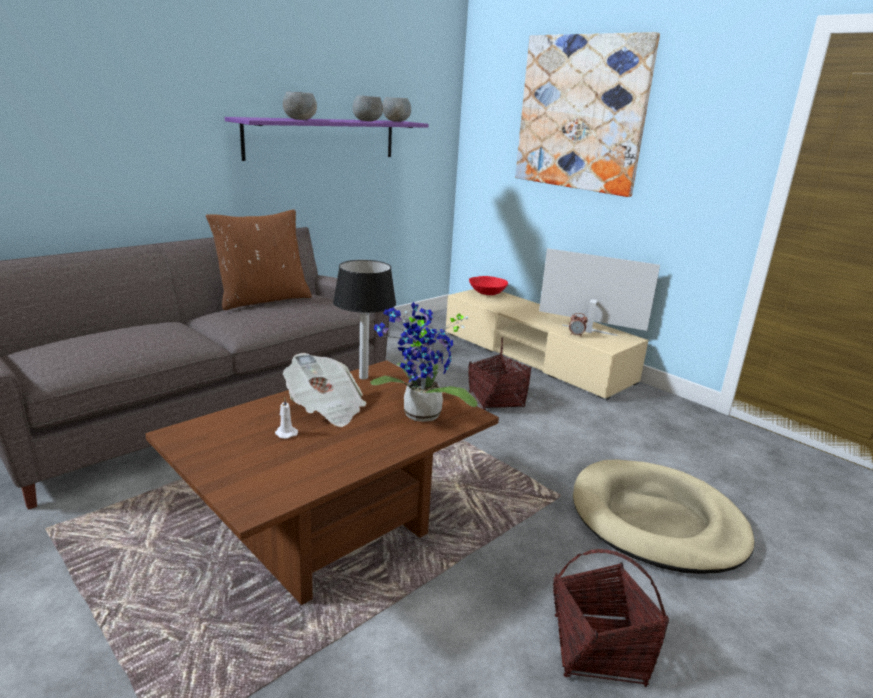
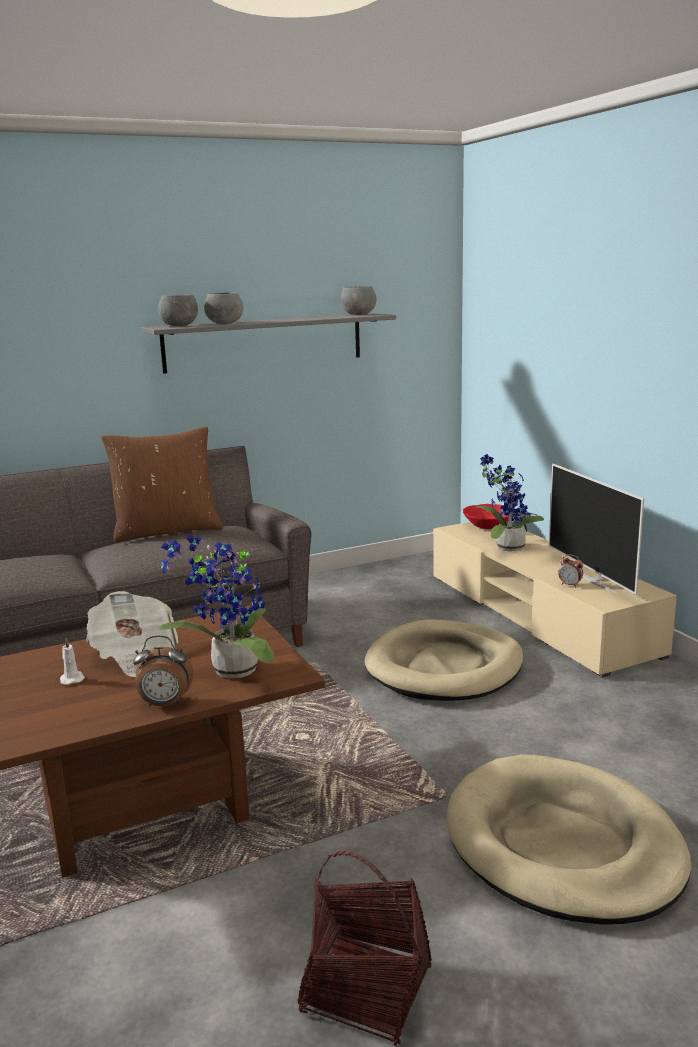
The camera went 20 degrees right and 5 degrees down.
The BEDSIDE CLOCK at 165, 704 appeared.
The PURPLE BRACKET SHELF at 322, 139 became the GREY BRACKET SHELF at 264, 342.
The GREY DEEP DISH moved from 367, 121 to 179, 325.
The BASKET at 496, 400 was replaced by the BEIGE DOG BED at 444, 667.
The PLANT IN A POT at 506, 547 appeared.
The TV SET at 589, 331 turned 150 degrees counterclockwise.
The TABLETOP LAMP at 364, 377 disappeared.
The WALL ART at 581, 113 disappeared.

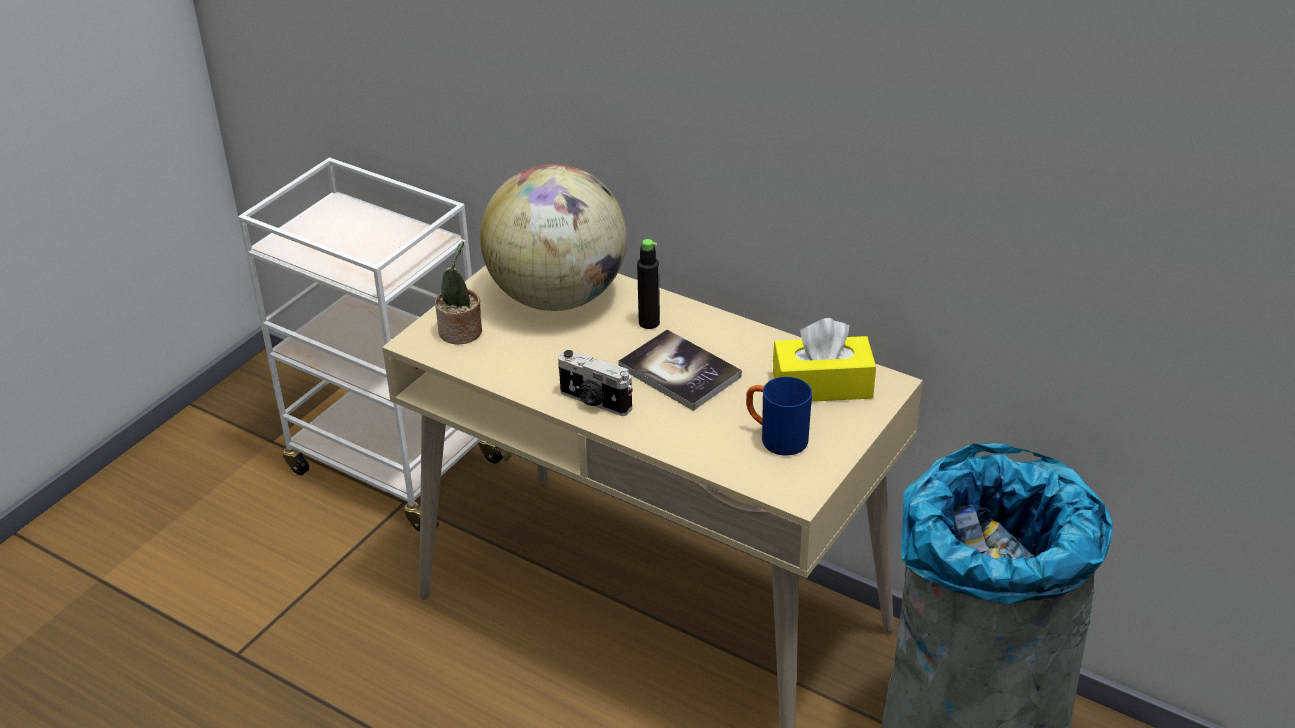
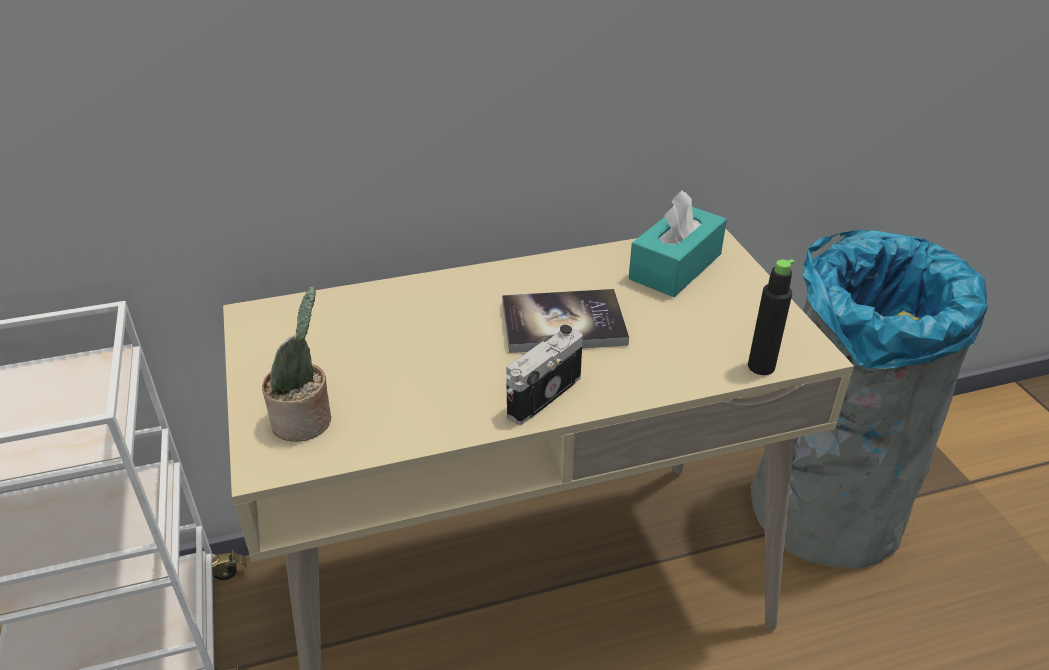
The camera went 50 degrees left and 0 degrees up.
The PHOTO CAMERA at 594, 402 turned 150 degrees clockwise.
The YELLOWISH TISSUE BOX at 822, 385 became the TURQUOISE-COLOURED TISSUE BOX at 675, 266.
The BLACKISH DRINK BOTTLE moved from 649, 323 to 761, 366.
The DESK GLOBE at 558, 297 disappeared.
The BLUE MUG at 775, 438 disappeared.

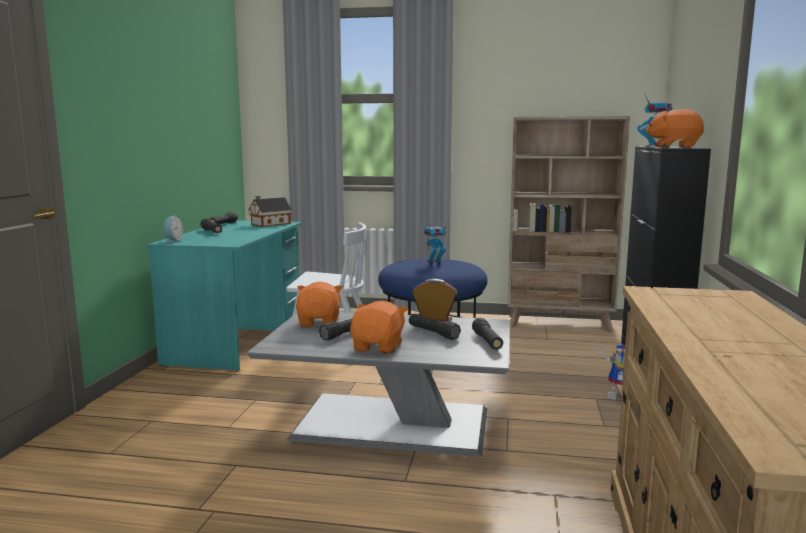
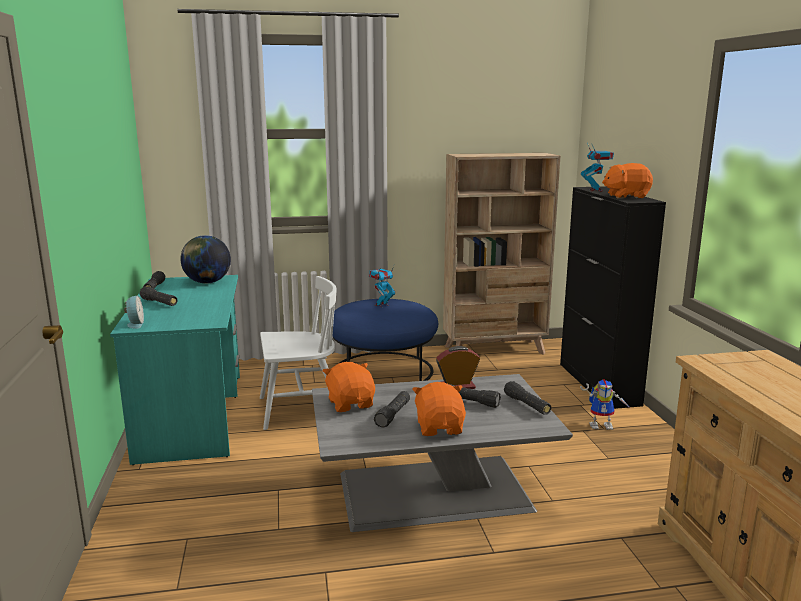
The camera went 20 degrees left and 5 degrees up.
The TOY HOUSE at 269, 224 was replaced by the DESK GLOBE at 207, 282.

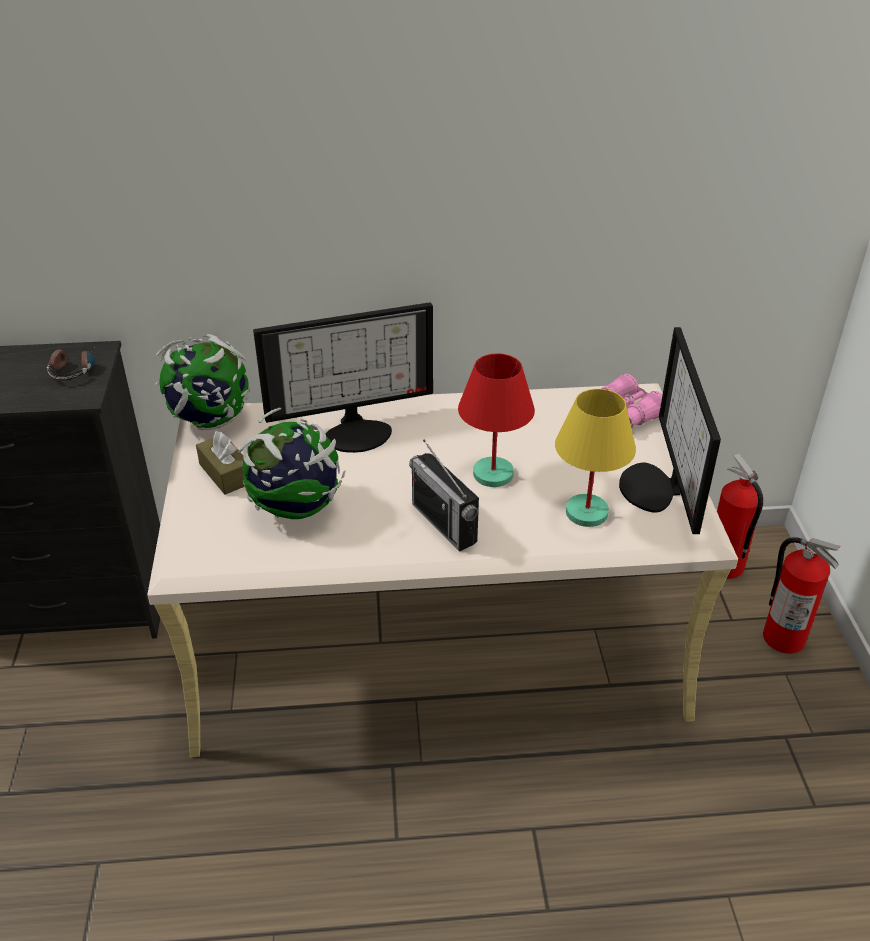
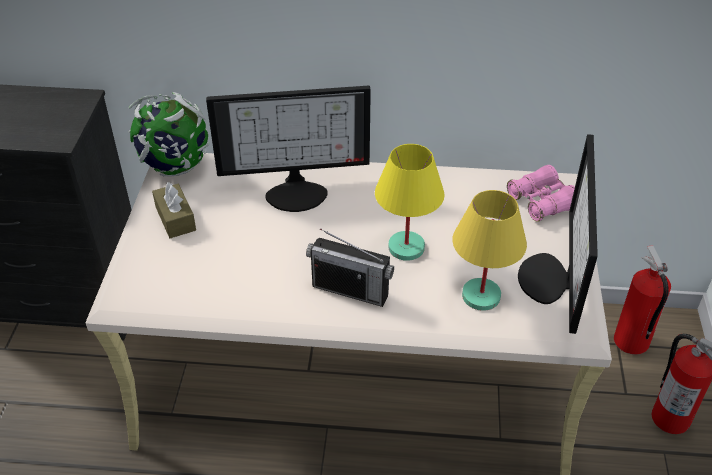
The camera went 10 degrees right and 5 degrees up.
The RADIO SET at 444, 523 turned 45 degrees counterclockwise.
The REDDISH TABLETOP LAMP at 493, 473 became the YELLOWISH TABLETOP LAMP at 406, 247.
The HEADPHONES at 74, 368 disappeared.
The DESK GLOBE at 296, 508 disappeared.

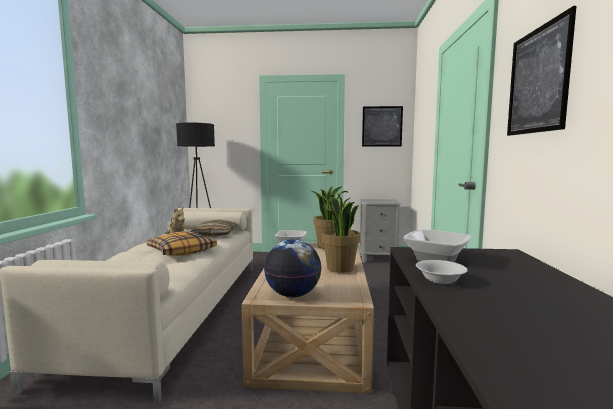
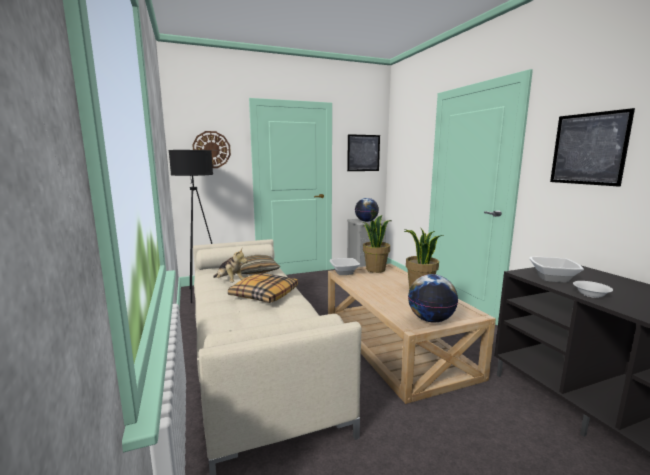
The camera went 25 degrees left and 5 degrees up.
The WALL CLOCK at 211, 149 appeared.
The DESK GLOBE at 366, 221 appeared.

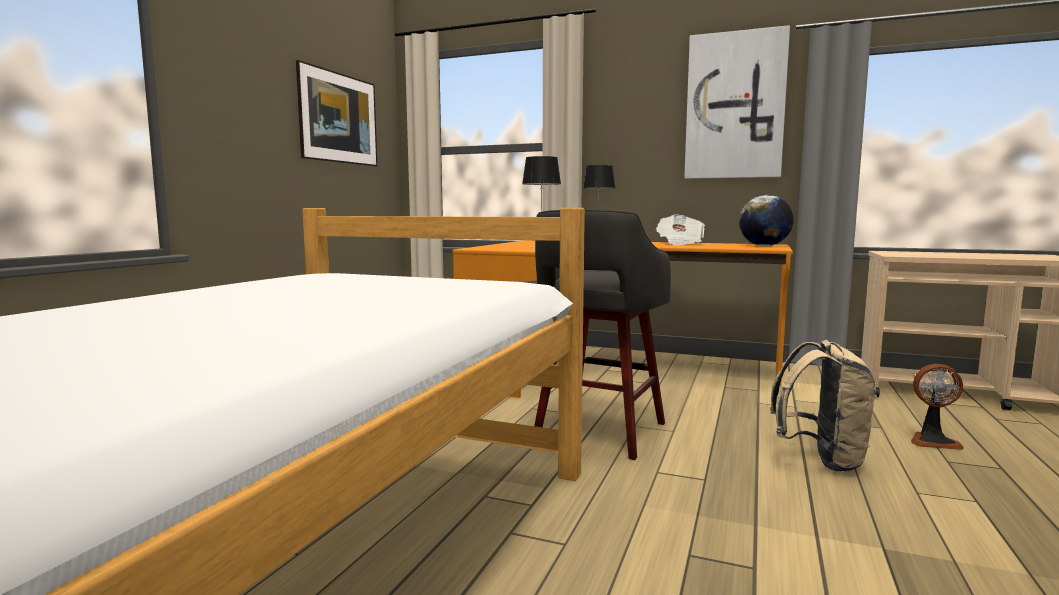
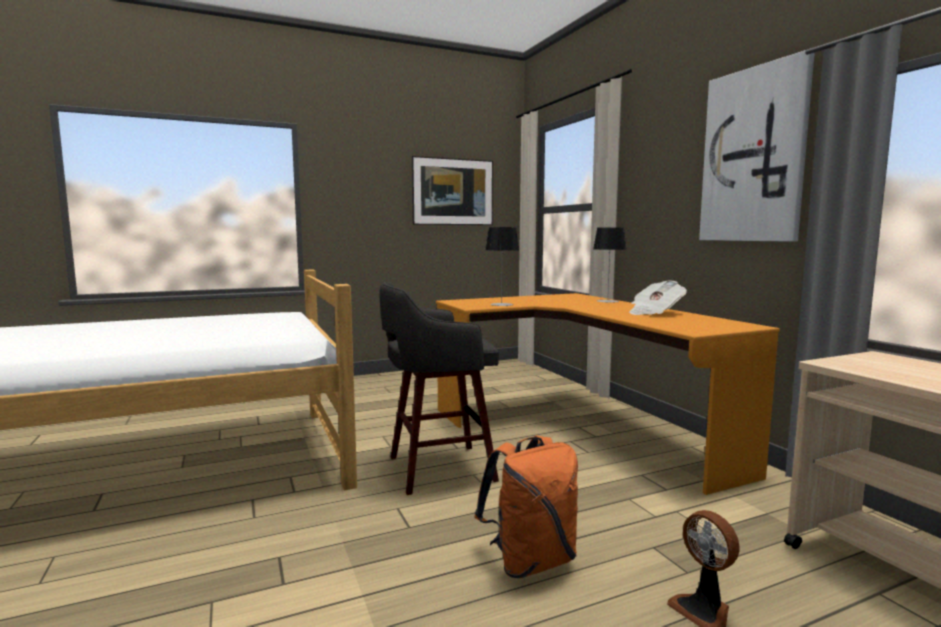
The camera went 45 degrees right and 0 degrees up.
The BEIGE KNAPSACK at 821, 459 became the ORANGE KNAPSACK at 530, 561.
The DESK GLOBE at 764, 246 disappeared.

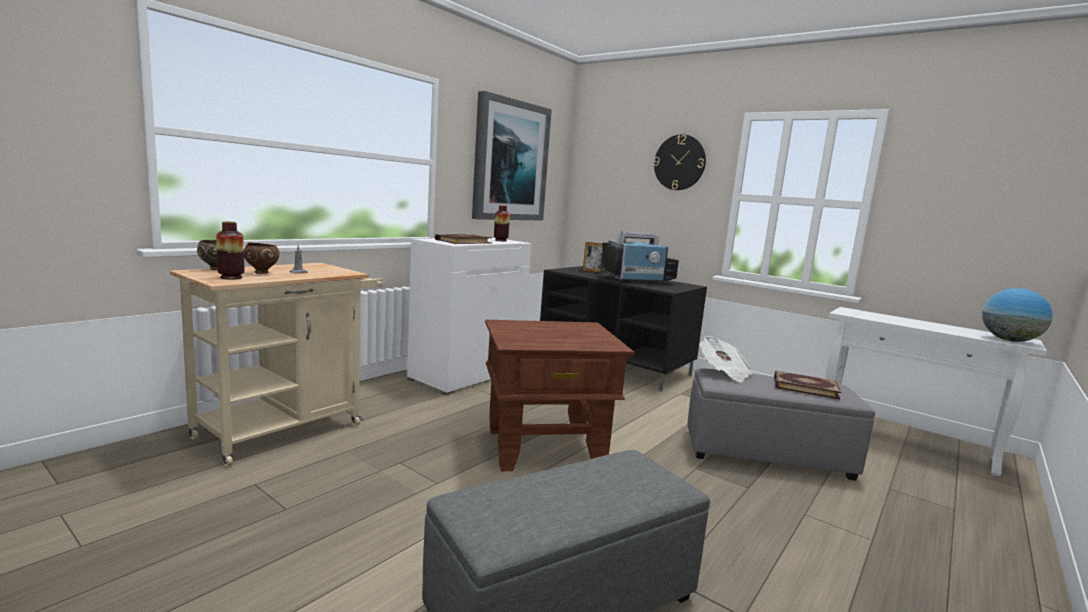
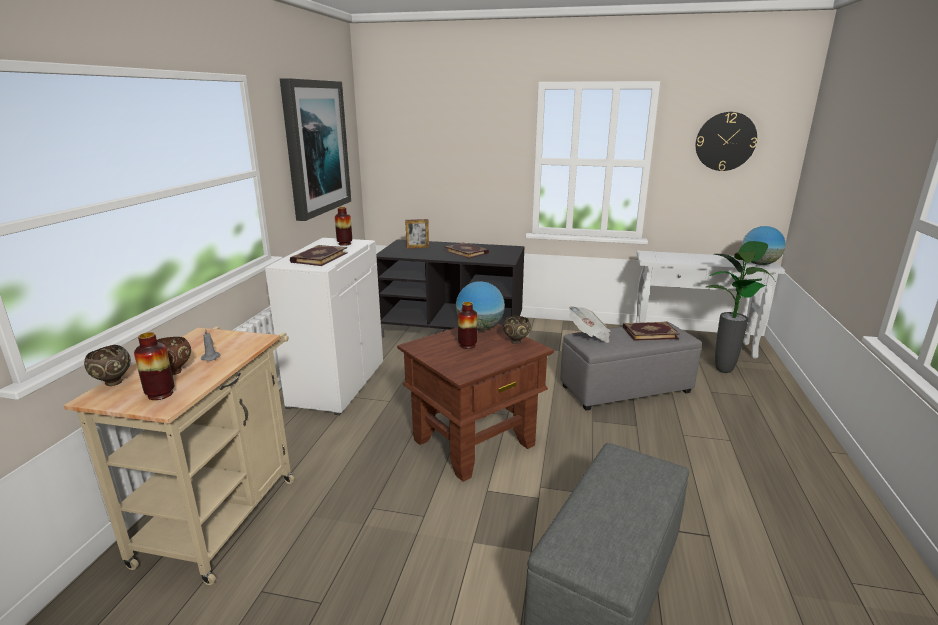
The camera went 25 degrees left and 10 degrees up.
The TV SET at 637, 280 was replaced by the VOLUME at 466, 252.
The DESK GLOBE at 479, 328 appeared.
The VASE at 467, 345 appeared.
The BROWN DEEP DISH at 516, 341 appeared.
The WALL CLOCK moved from 679, 162 to 725, 141.
The PLANT IN A POT at 725, 371 appeared.

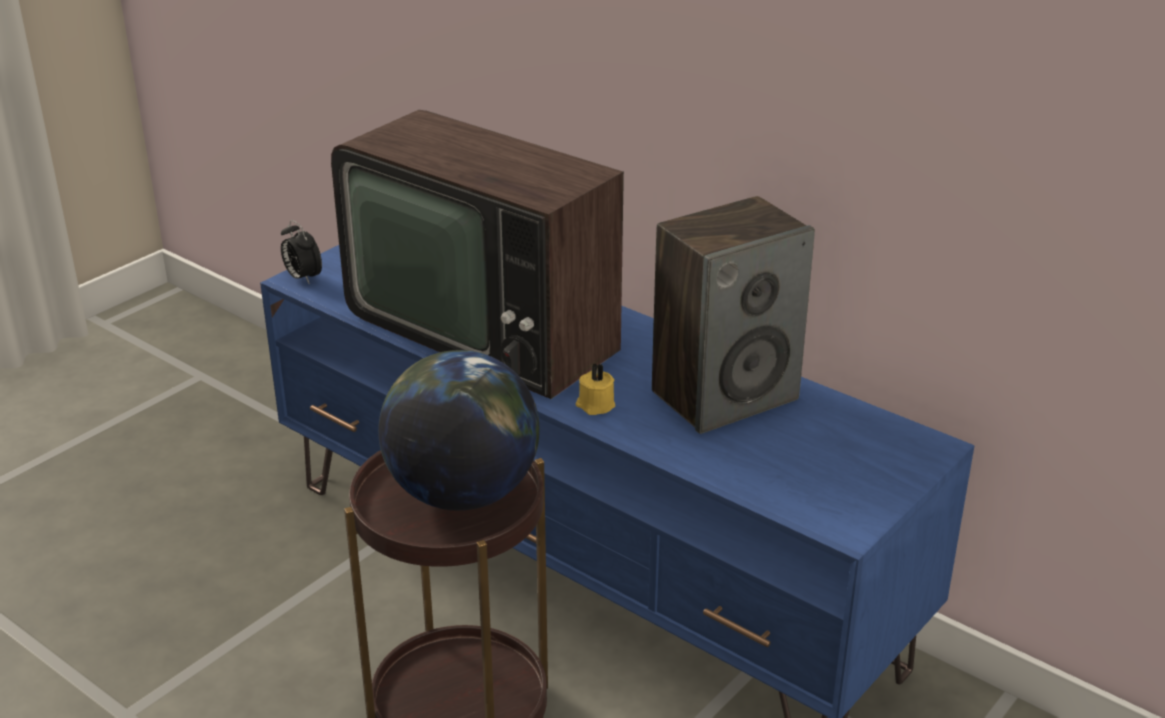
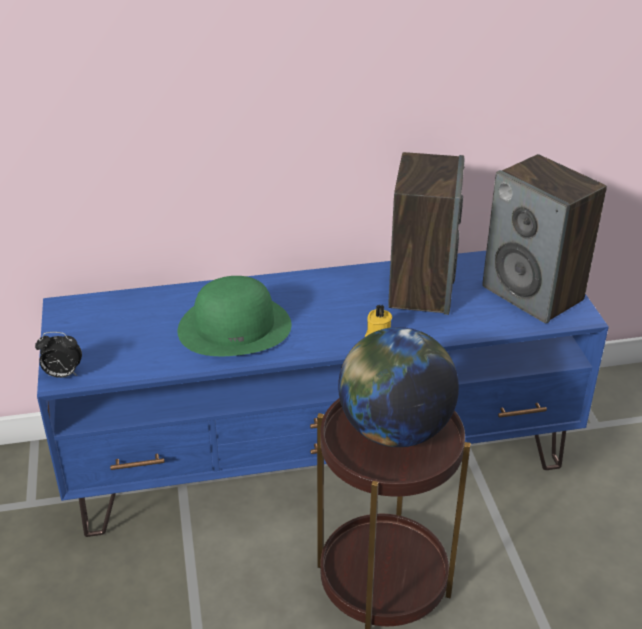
The camera went 50 degrees left and 5 degrees up.
The TV SET at 489, 322 was replaced by the GREEN HAT at 235, 326.
The AUDIO SPEAKER at 533, 293 appeared.

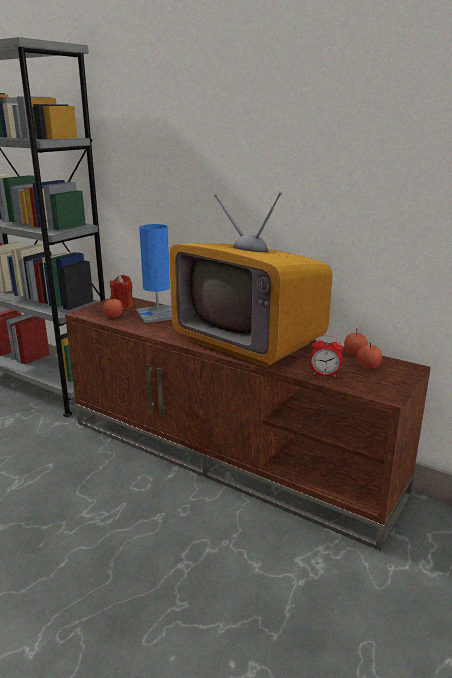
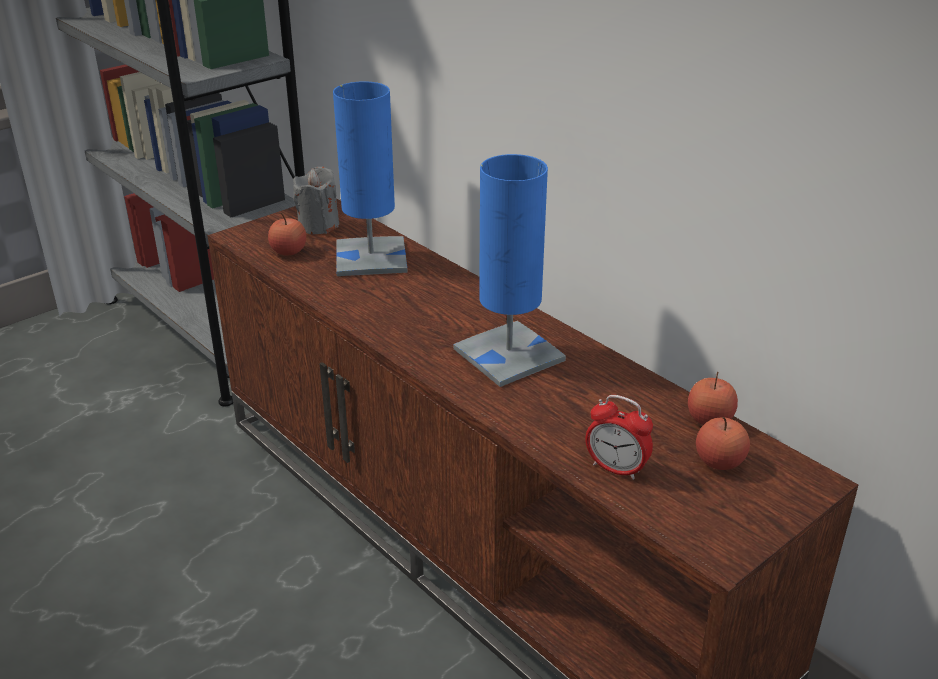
The camera went 15 degrees right and 10 degrees up.
The REDDISH CANDLE at 122, 305 became the GREY CANDLE at 318, 225.
The TV SET at 249, 341 was replaced by the BLUE TABLETOP LAMP at 509, 355.

